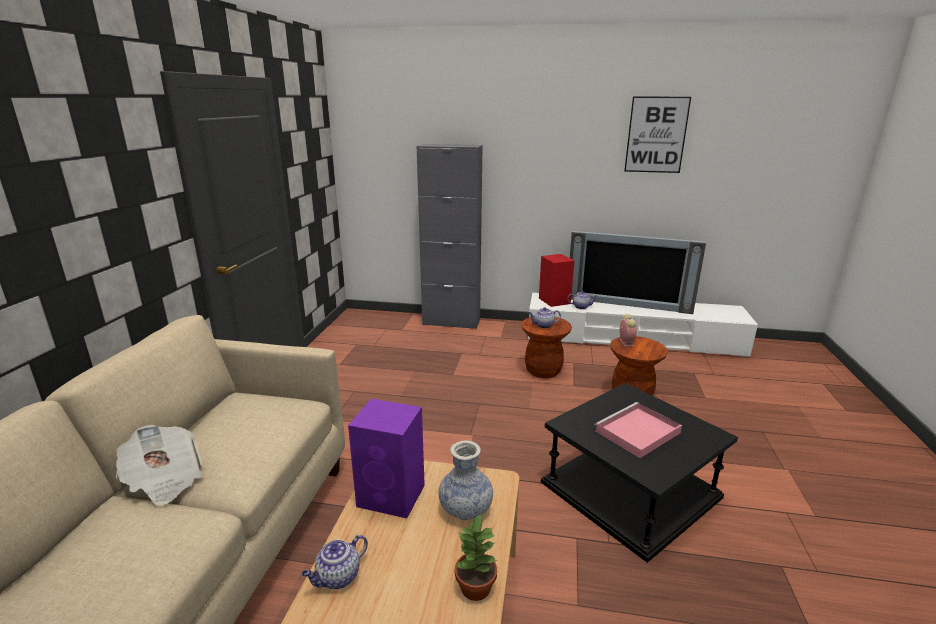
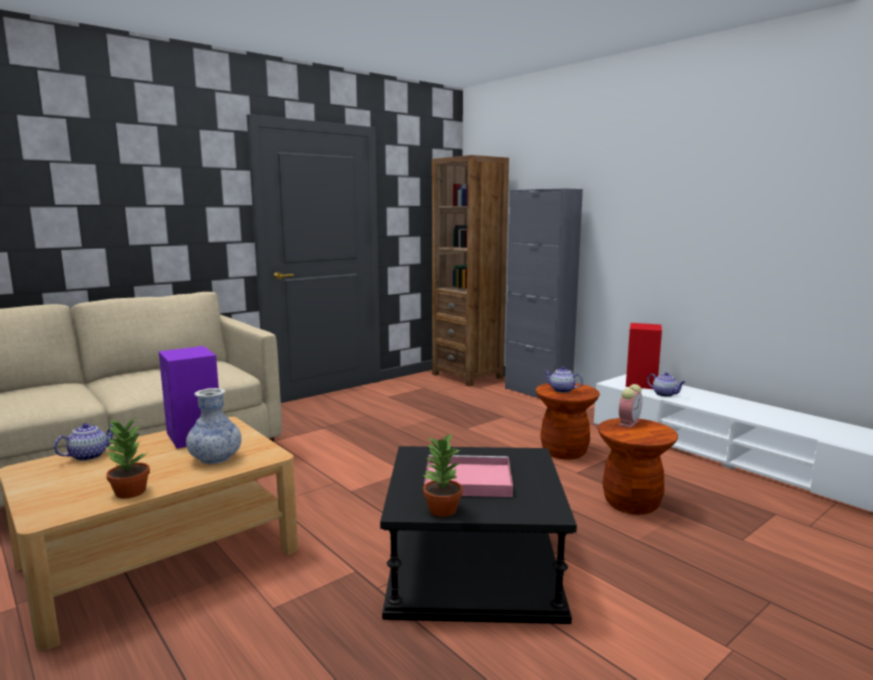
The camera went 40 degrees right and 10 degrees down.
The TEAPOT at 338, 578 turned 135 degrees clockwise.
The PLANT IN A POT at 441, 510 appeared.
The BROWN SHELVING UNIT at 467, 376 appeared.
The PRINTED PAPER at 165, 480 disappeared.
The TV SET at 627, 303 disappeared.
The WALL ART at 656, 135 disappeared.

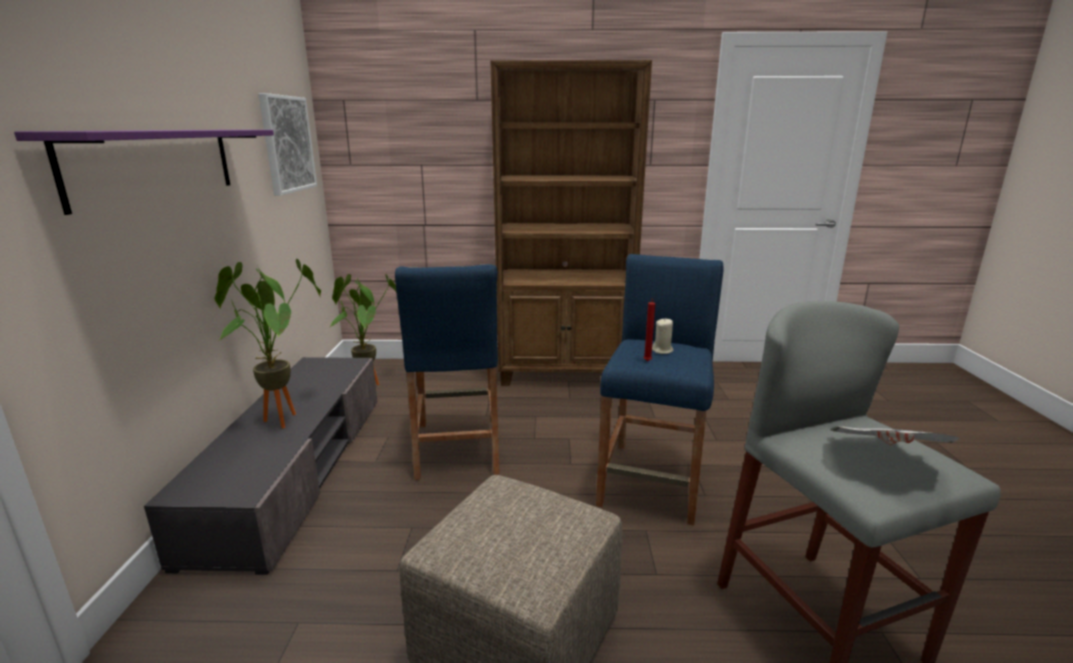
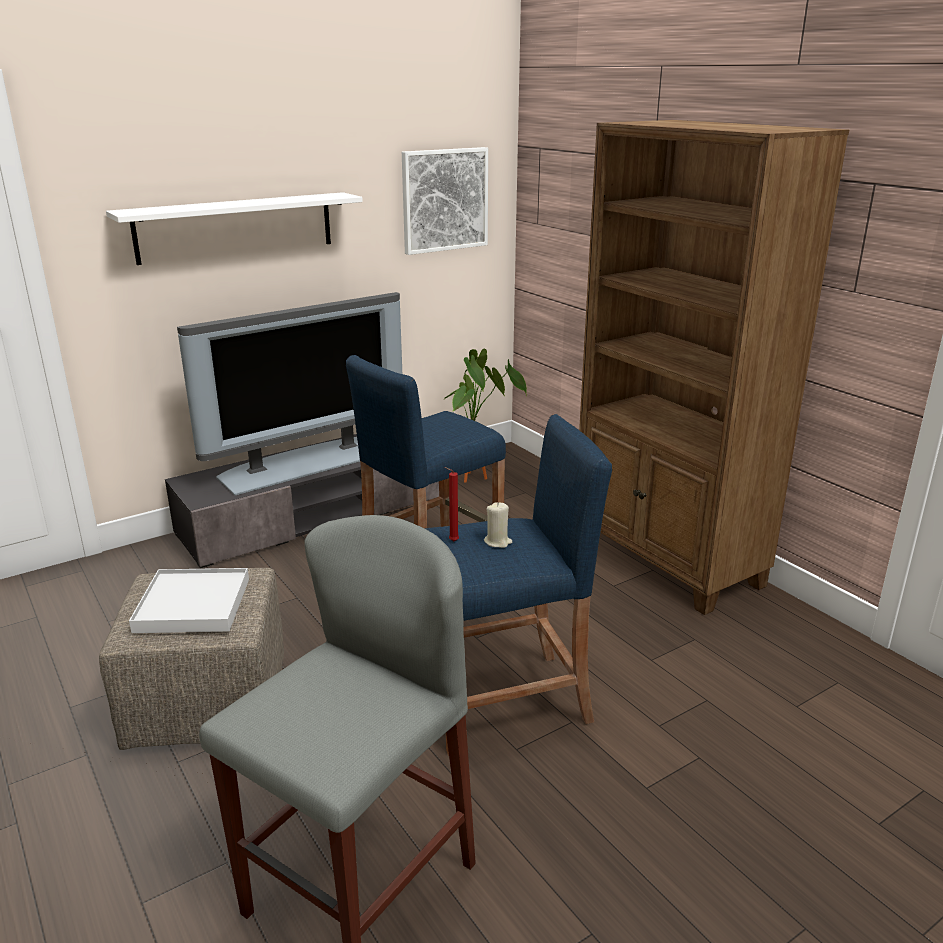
The camera went 55 degrees right and 5 degrees up.
The PURPLE BRACKET SHELF at 156, 164 became the WHITE-COLOURED BRACKET SHELF at 236, 227.
The WHITE-COLOURED CARRYING TRAY at 193, 605 appeared.
The PLANT IN A POT at 282, 417 was replaced by the TV SET at 307, 462.
The PRINTED PAPER at 883, 460 disappeared.

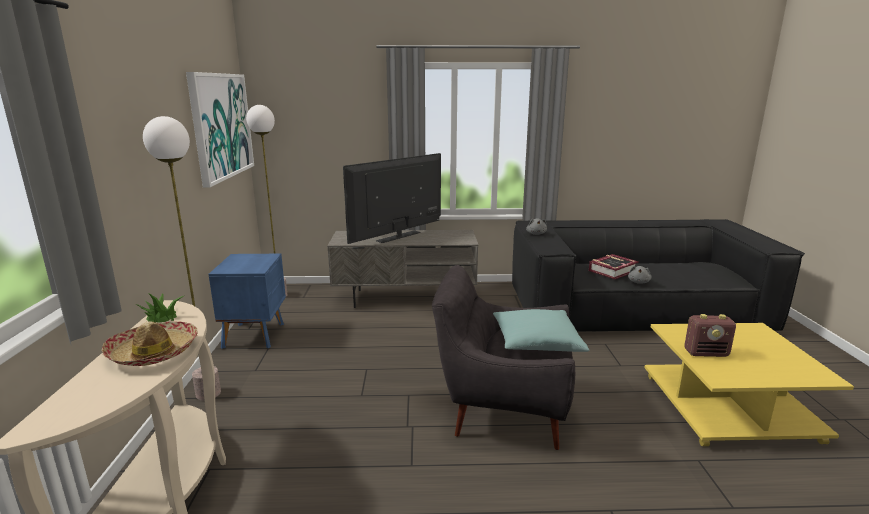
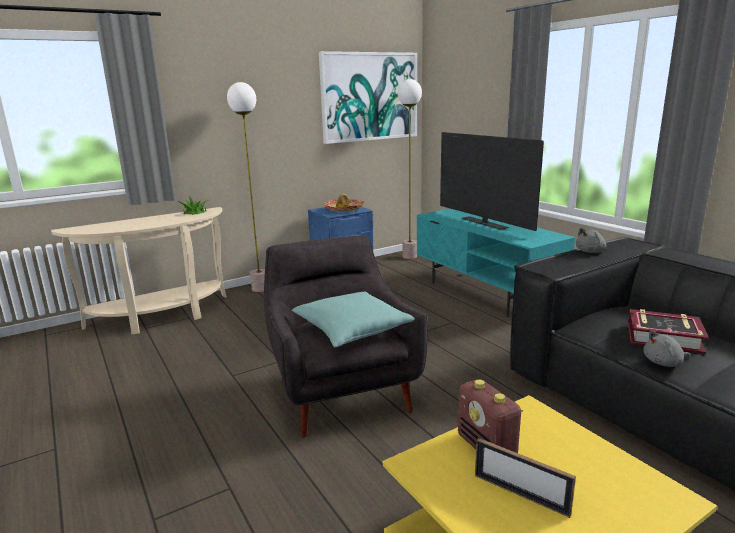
The camera went 60 degrees right and 0 degrees up.
The HAT moved from 153, 352 to 344, 209.
The GREY MEDIA CONSOLE at 405, 298 became the TURQUOISE-COLOURED MEDIA CONSOLE at 486, 293.
The TV SET at 398, 237 turned 135 degrees counterclockwise.
The STANDING FRAME at 520, 494 appeared.

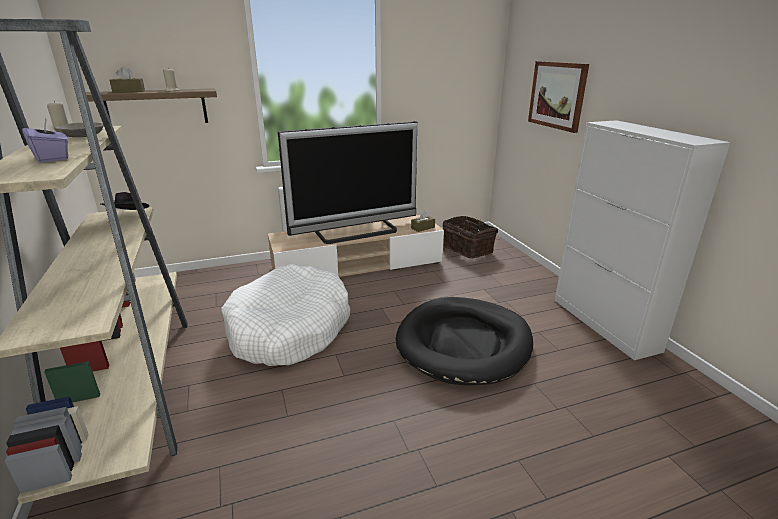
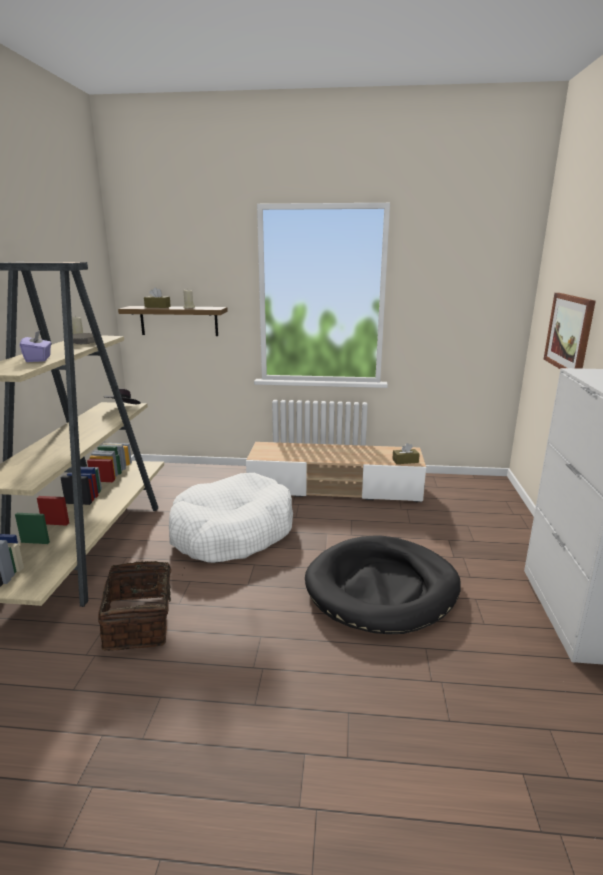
The camera went 25 degrees right and 5 degrees down.
The BASKET moved from 468, 249 to 140, 623.
The TV SET at 357, 232 disappeared.

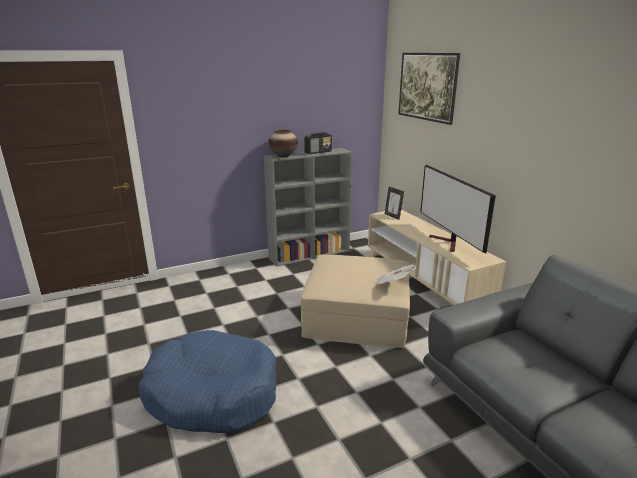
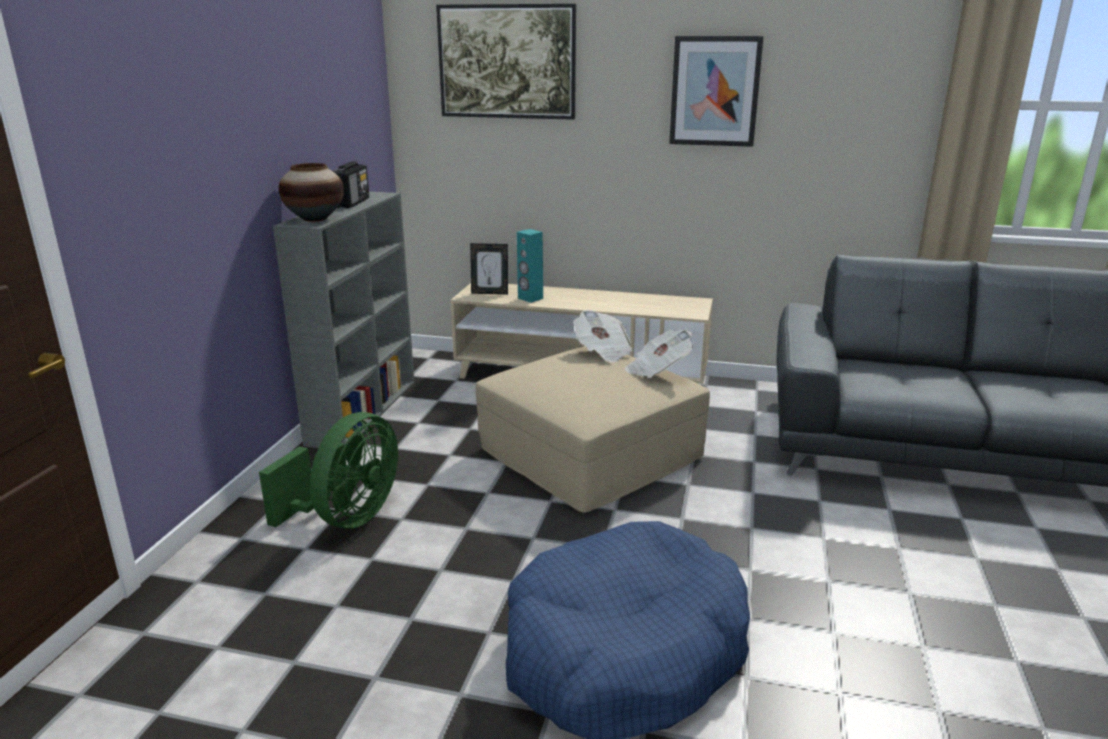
The camera went 50 degrees left and 0 degrees up.
The GREEN ELECTRIC FAN at 346, 518 appeared.
The TURQUOISE-COLOURED AUDIO SPEAKER at 530, 298 appeared.
The PRINTED PAPER at 602, 351 appeared.
The WALL ART at 714, 91 appeared.
The TV SET at 448, 243 disappeared.

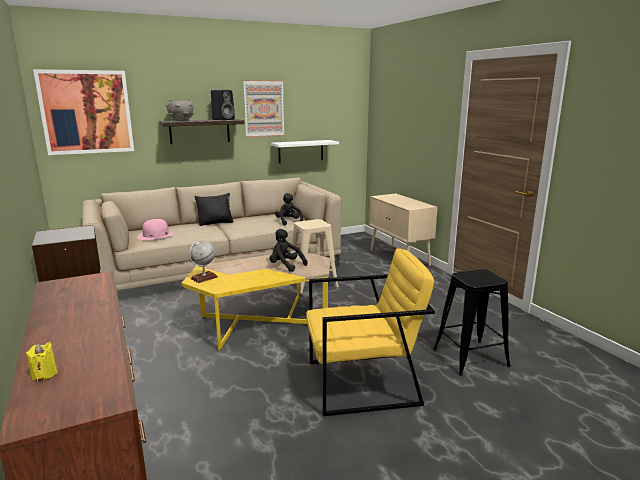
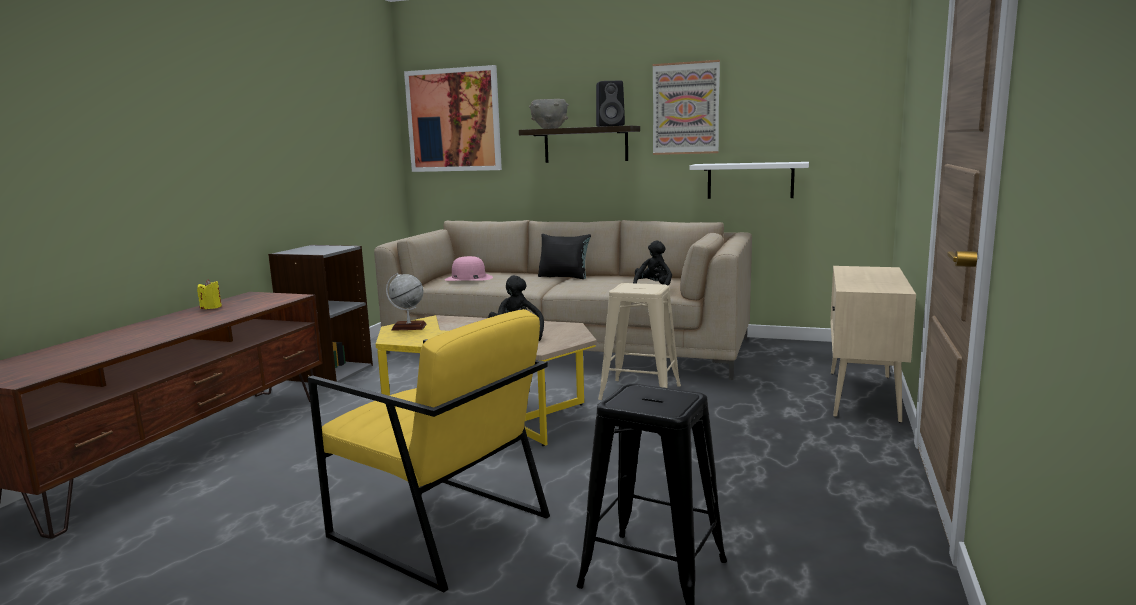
The camera went 45 degrees right and 5 degrees down.
The YELLOWISH CANDLE moved from 44, 374 to 211, 307.

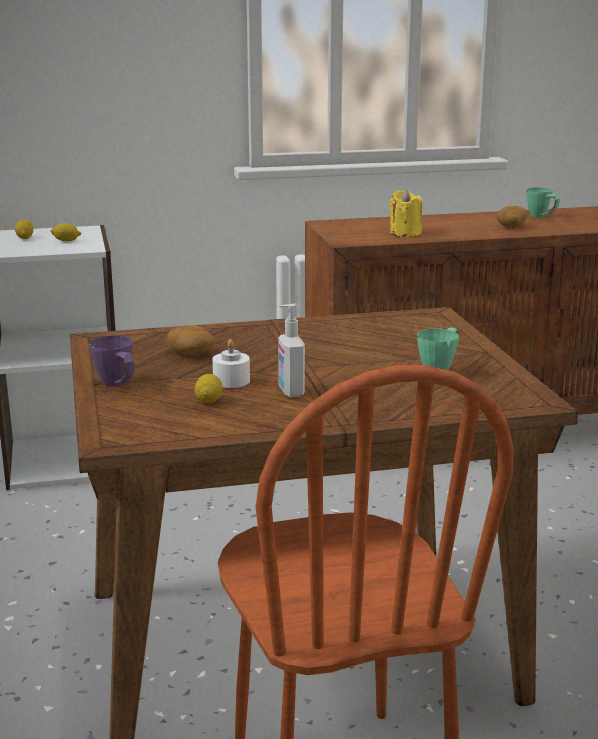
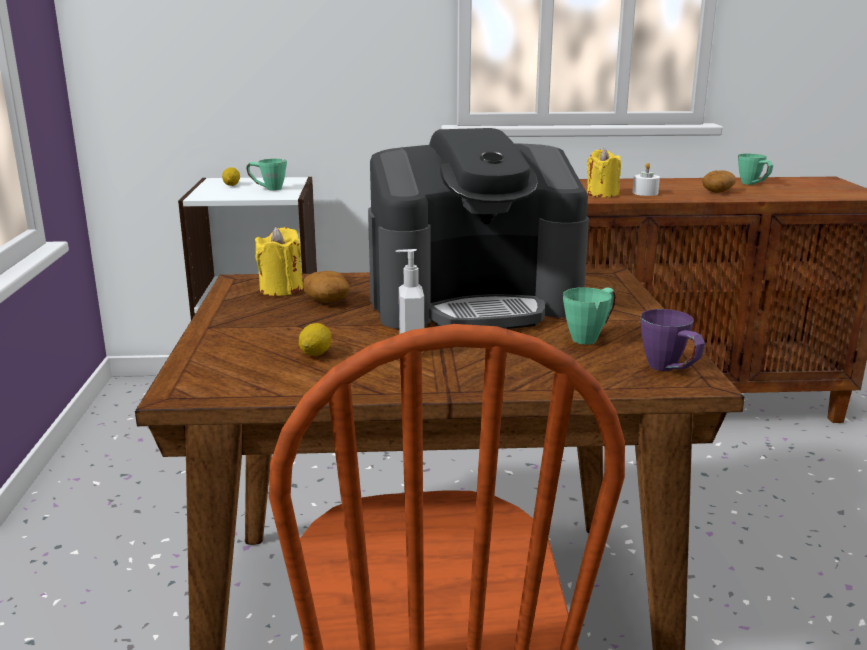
The camera went 10 degrees right and 0 degrees up.
The WHOLE LEMON at 66, 241 was replaced by the GREEN MUG at 267, 188.
The YELLOWISH CANDLE at 281, 289 appeared.
The COFFEE MACHINE at 474, 301 appeared.
The WHITE-COLOURED CANDLE moved from 231, 381 to 645, 193.
The PURPLE MUG moved from 118, 385 to 670, 370.

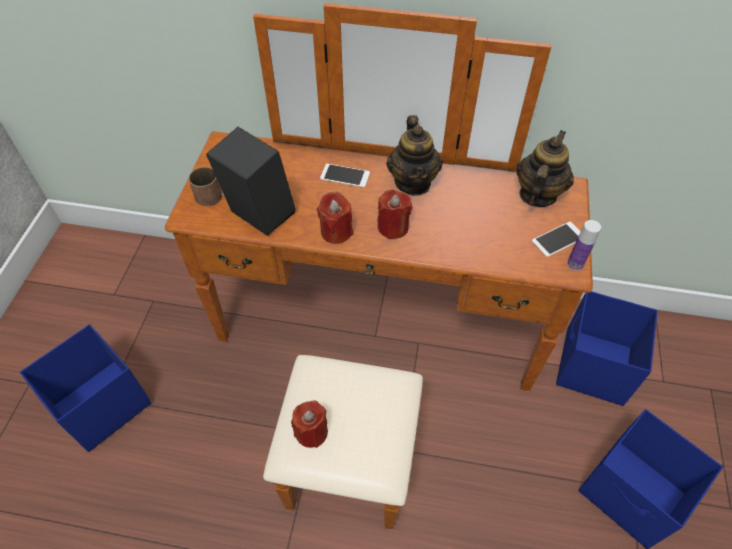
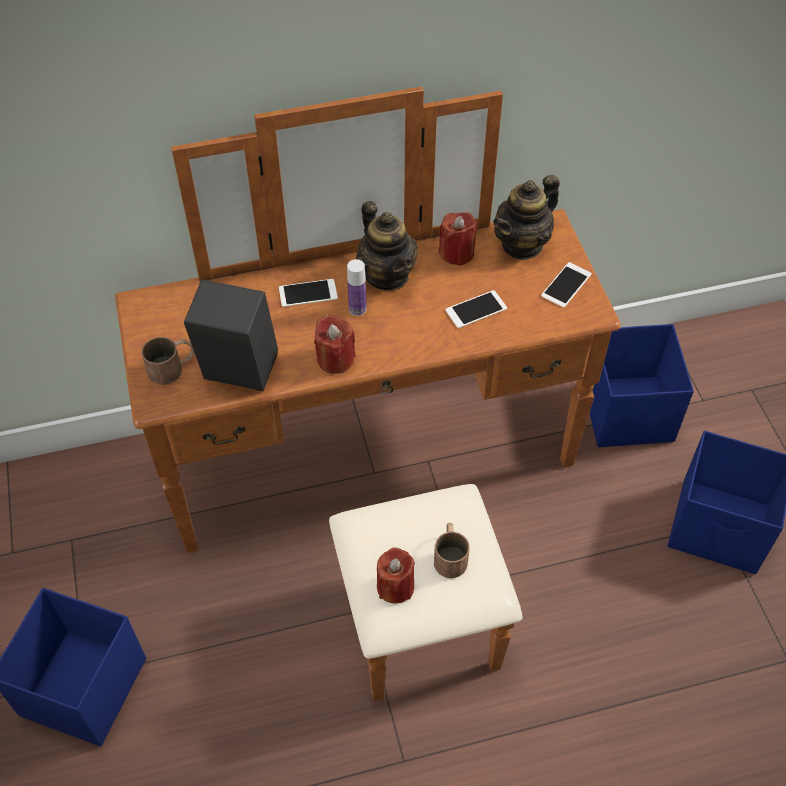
The camera went 25 degrees left and 0 degrees up.
The DRINK BOTTLE moved from 575, 264 to 357, 309.
The BROWN MUG at 450, 554 appeared.
The REDDISH CANDLE moved from 393, 227 to 457, 253.
The TELEPHONE at 476, 309 appeared.
The TEAPOT at 537, 195 turned 135 degrees counterclockwise.

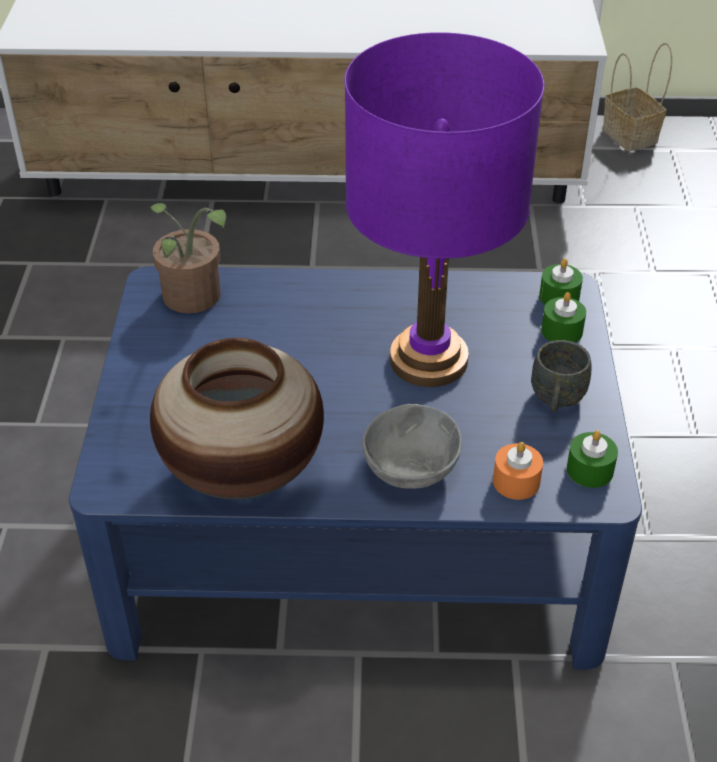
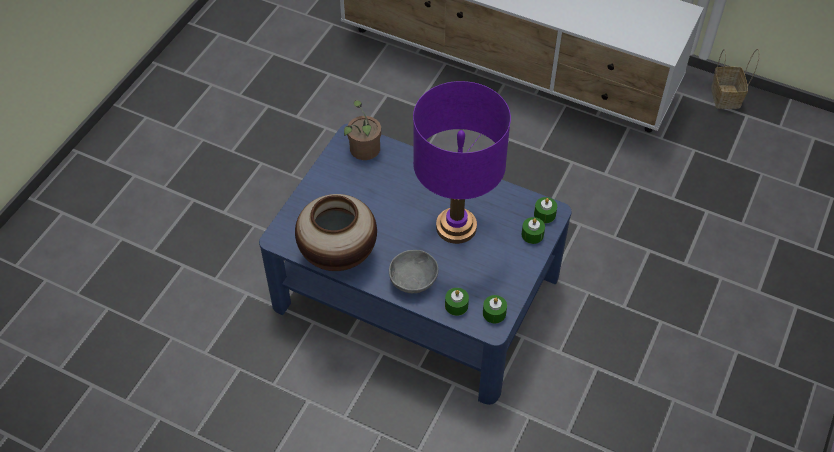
The camera went 25 degrees right and 10 degrees up.
The ORANGE CANDLE at 516, 481 became the GREEN CANDLE at 456, 305.
The GREY MUG at 556, 401 disappeared.

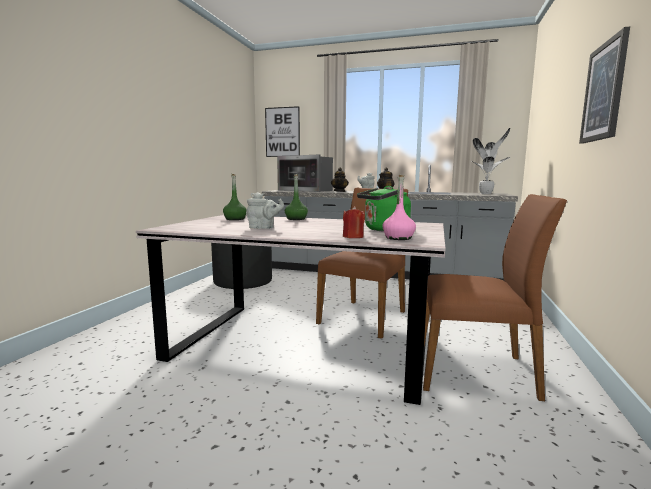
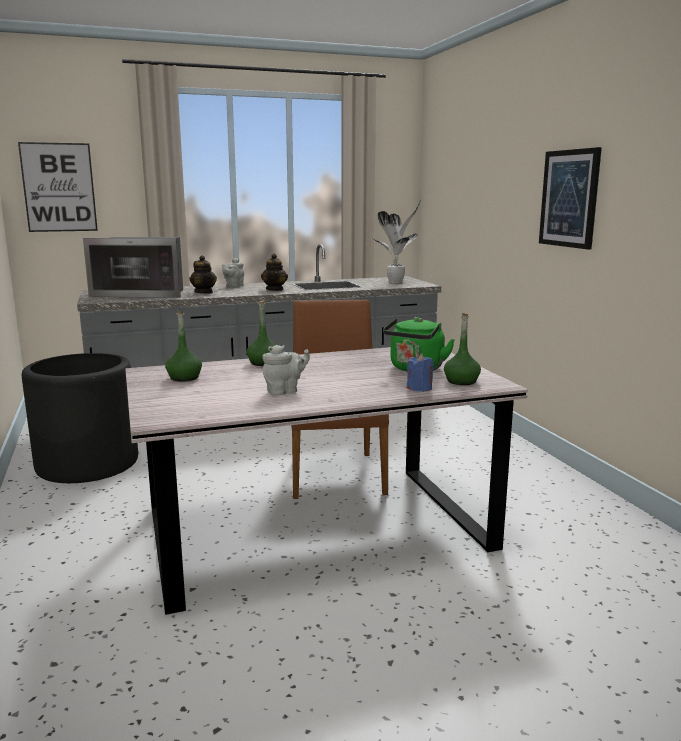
The camera went 35 degrees left and 5 degrees up.
The REDDISH CANDLE at 353, 237 became the BLUE CANDLE at 419, 388.
The PINK-COLOURED DRINK BOTTLE at 398, 238 became the GREEN DRINK BOTTLE at 461, 381.
The BROWN CHAIR at 476, 371 disappeared.

